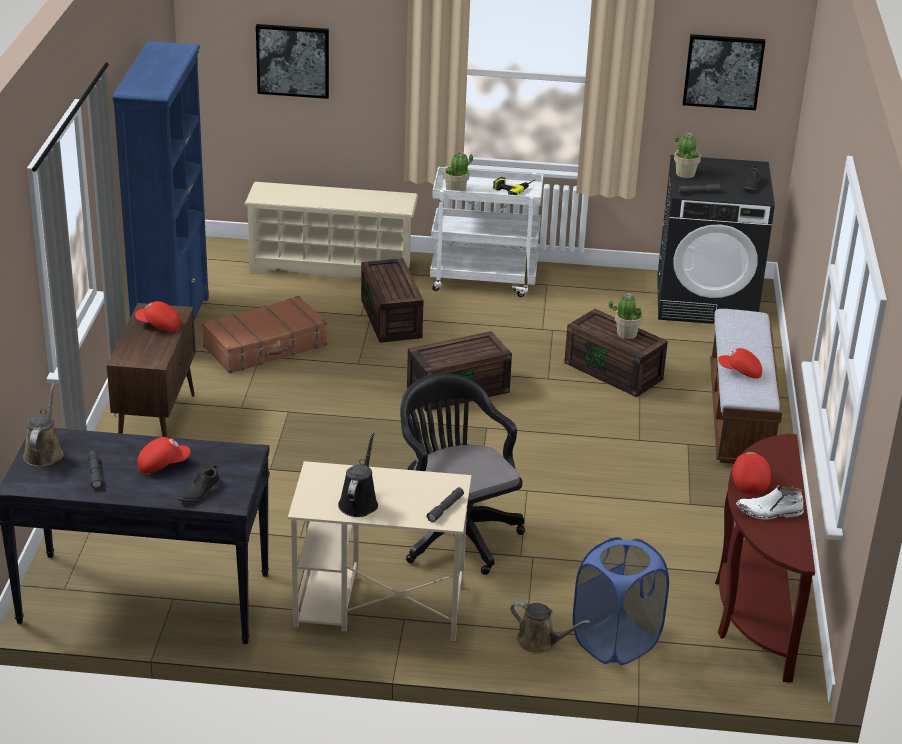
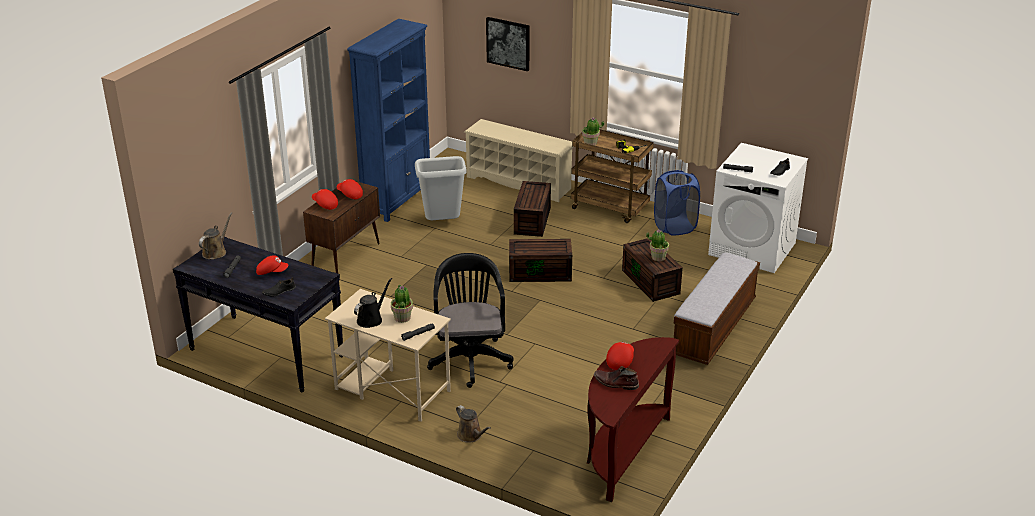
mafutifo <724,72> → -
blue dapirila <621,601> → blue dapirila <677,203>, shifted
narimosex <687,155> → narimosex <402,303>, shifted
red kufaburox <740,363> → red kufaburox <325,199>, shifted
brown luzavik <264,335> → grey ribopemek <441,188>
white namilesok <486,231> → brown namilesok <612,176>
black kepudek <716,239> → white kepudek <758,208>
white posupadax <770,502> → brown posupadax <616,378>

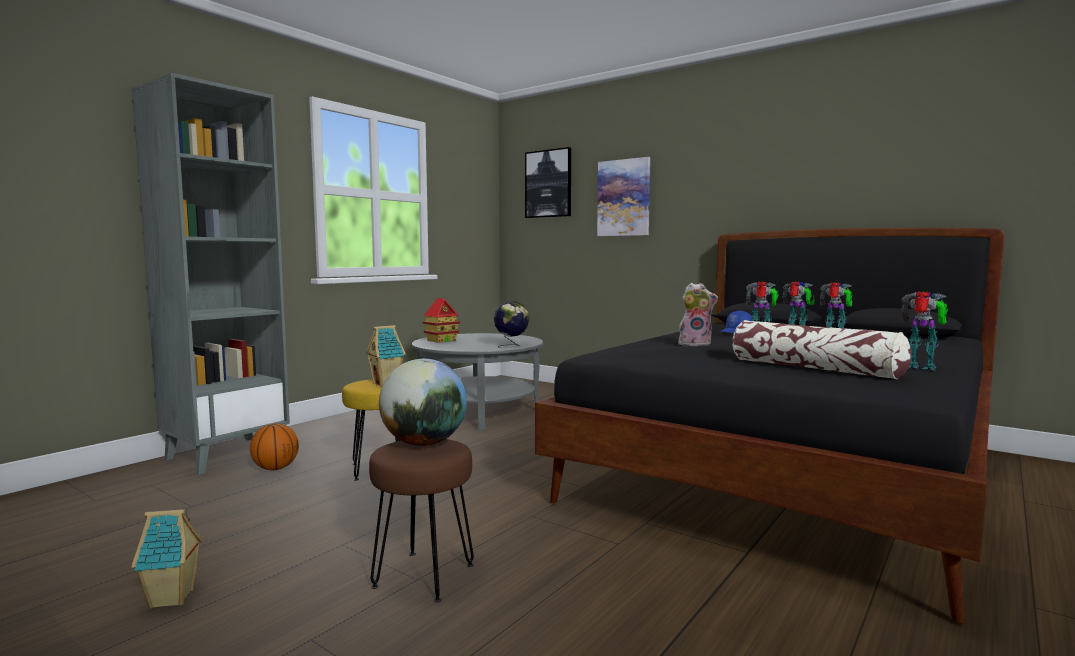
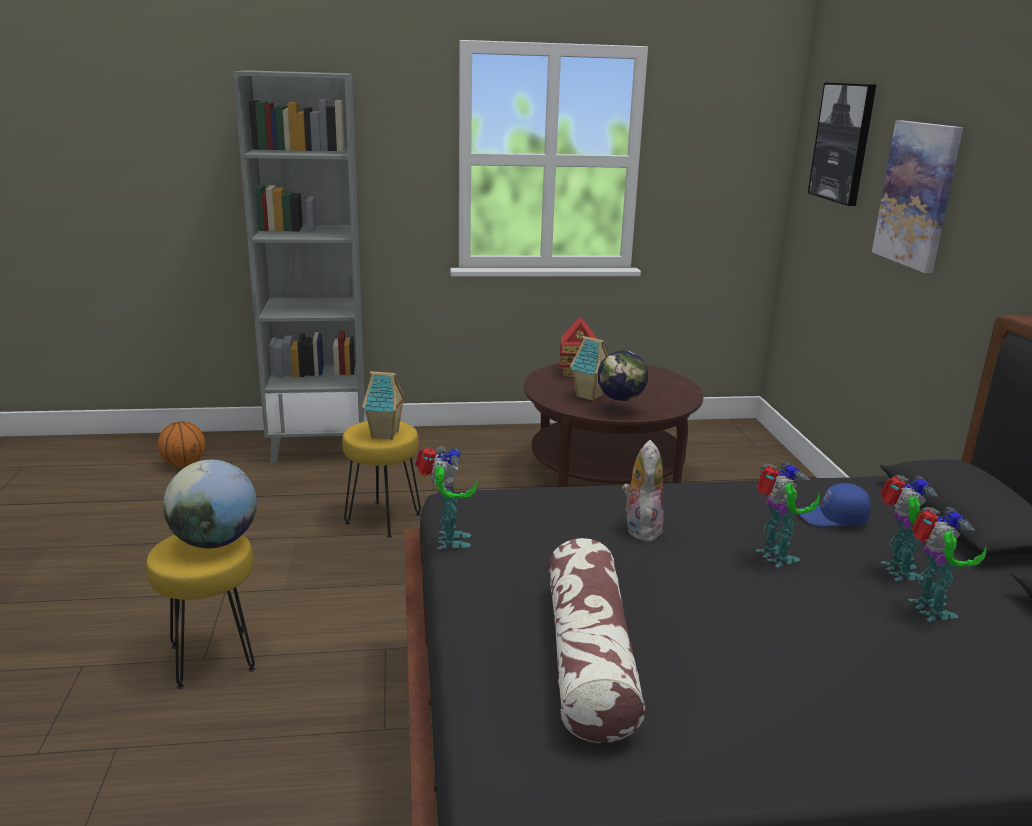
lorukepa <167,558> → lorukepa <589,368>, shifted
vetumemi <274,447> → vetumemi <181,444>, shifted
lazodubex <924,330> → lazodubex <446,497>, shifted
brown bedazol <421,520> → yellow bedazol <201,612>
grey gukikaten <477,381> → brown gukikaten <613,425>
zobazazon <698,314> → zobazazon <643,491>, 135 degrees counterclockwise

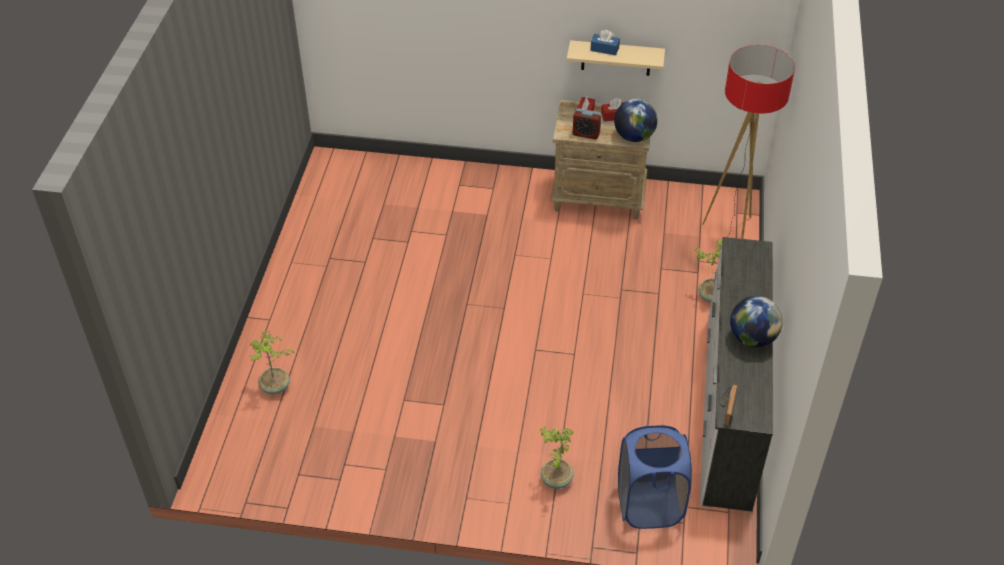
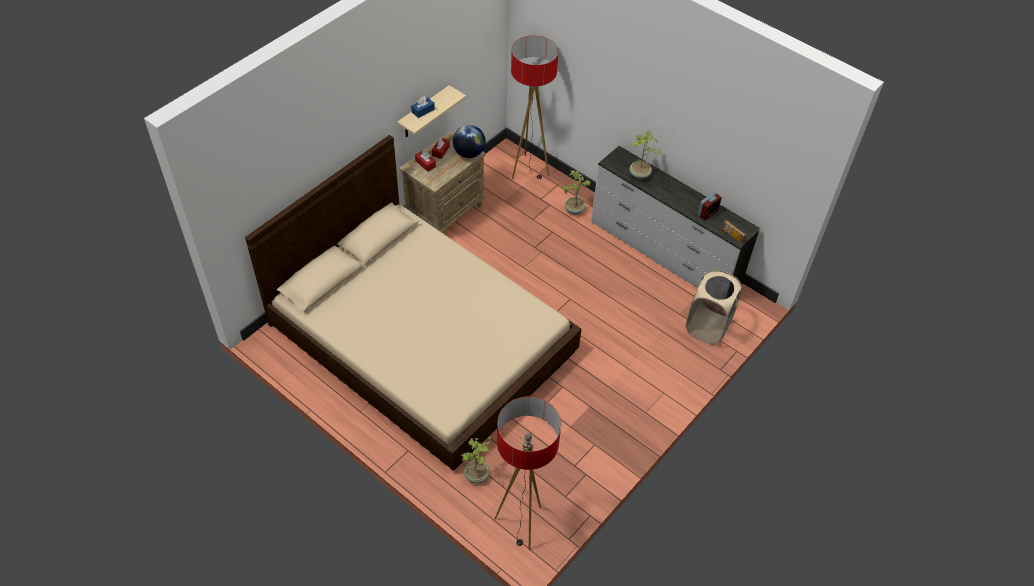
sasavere <756,321> → -
- → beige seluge <413,302>
- → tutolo <528,473>
narimosex <557,458> → narimosex <645,154>, shifted
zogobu <587,124> → zogobu <709,206>, shifted
blue dapirila <655,477> → beige dapirila <714,307>

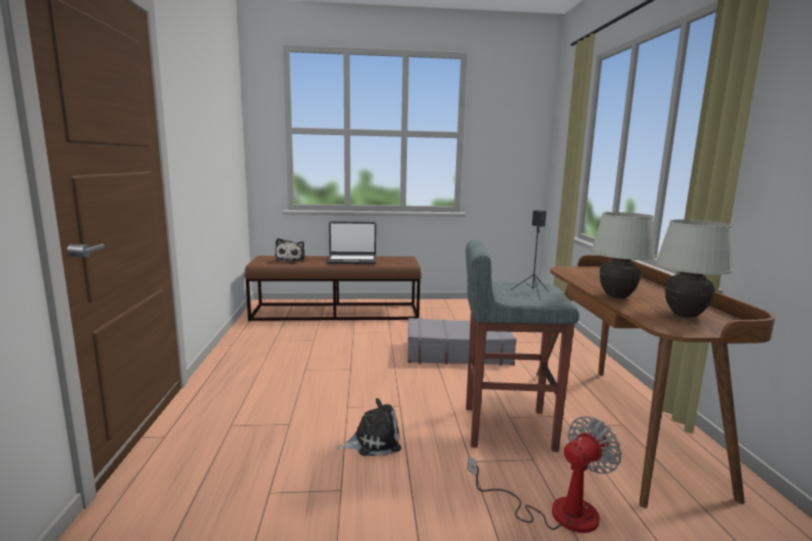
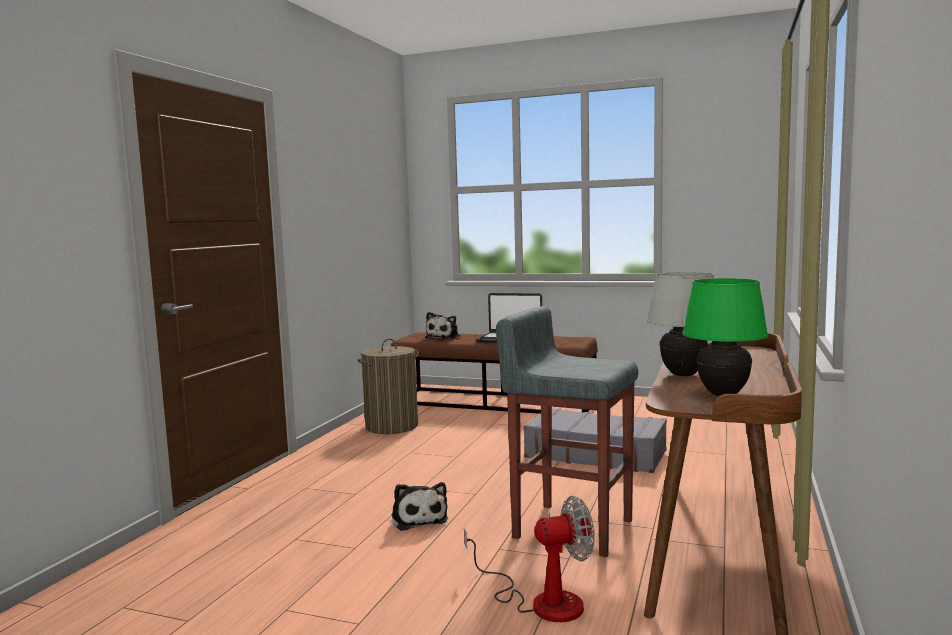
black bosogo <529,255> → -
- → dapirila <388,386>
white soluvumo <694,268> → green soluvumo <725,337>
zobazazon <369,427> → zobazazon <420,506>, 60 degrees clockwise

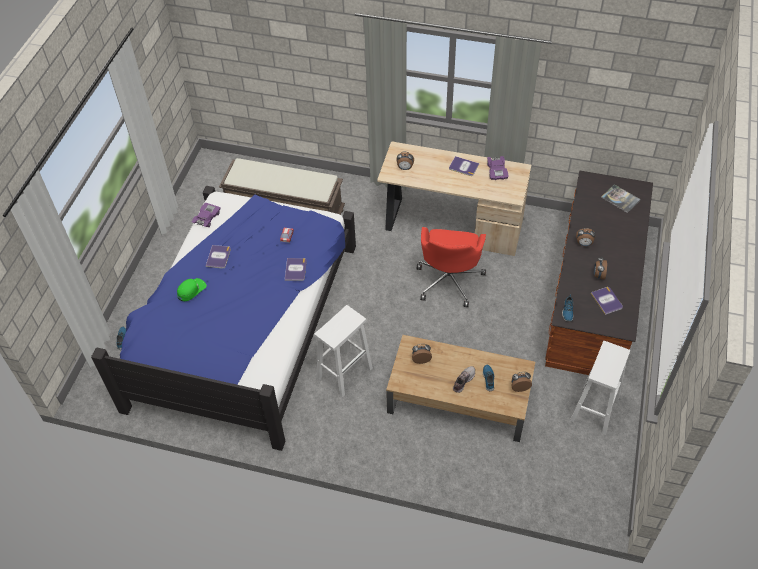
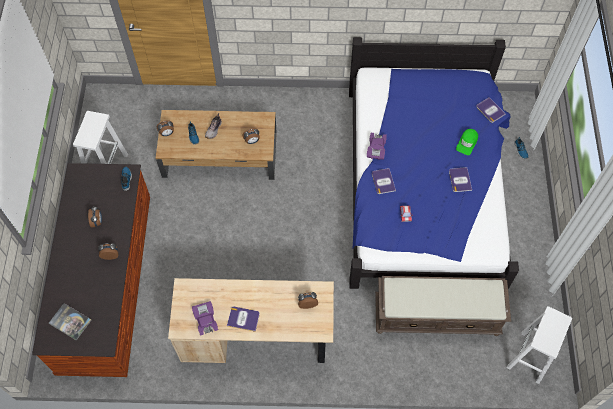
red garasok <451,267> → -
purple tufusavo <206,215> → purple tufusavo <377,146>, shifted
white bedazol <343,351> → white bedazol <539,345>, shifted
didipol <607,301> → didipol <490,110>, shifted

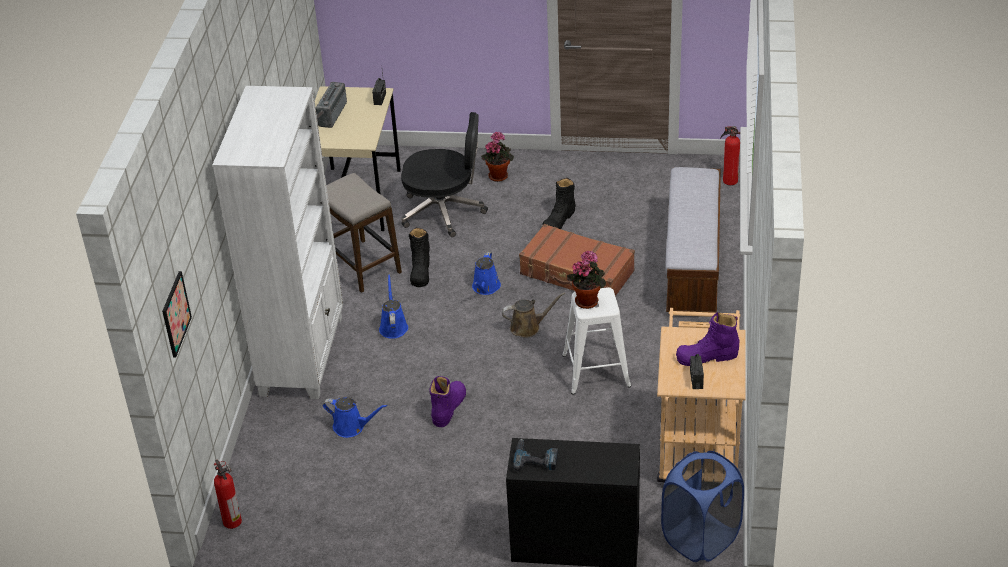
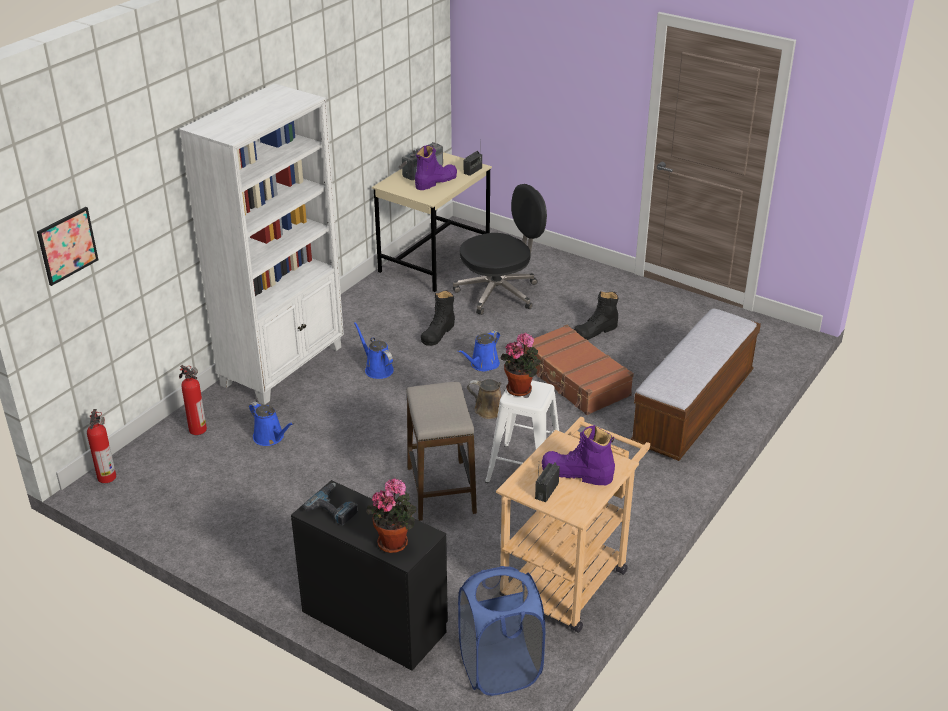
bedazol <364,233> → bedazol <441,451>, shifted
purple posupadax <447,401> → purple posupadax <436,167>, shifted
narimosex <497,157> → narimosex <391,515>, shifted
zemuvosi <730,155> → zemuvosi <193,400>, shifted
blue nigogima <393,306> → blue nigogima <374,350>, 60 degrees counterclockwise
black garasok <444,174> → black garasok <500,249>, 60 degrees counterclockwise

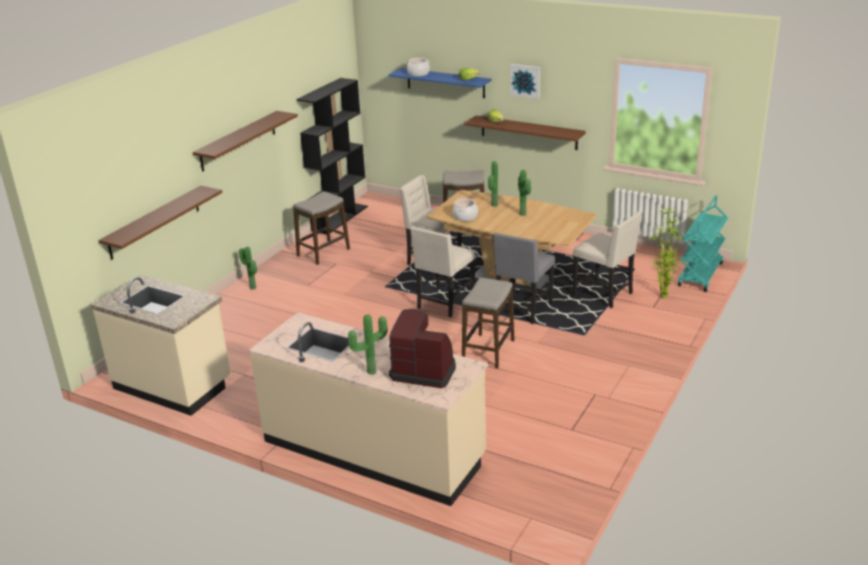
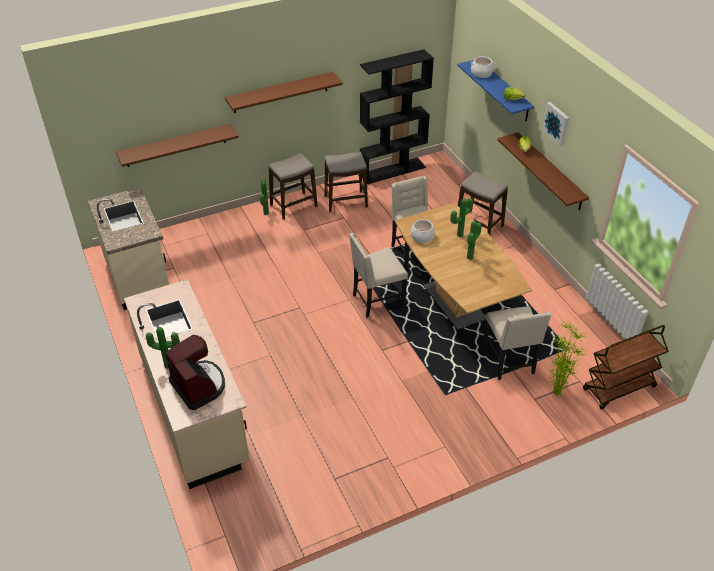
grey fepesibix <524,278> → -
bedazol <488,323> → bedazol <293,186>, shifted
turquoise namilesok <703,243> → brown namilesok <626,367>

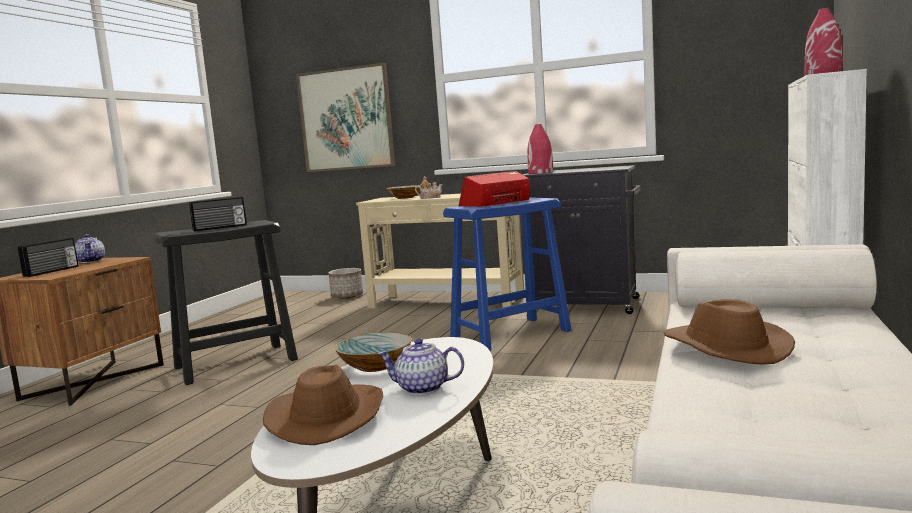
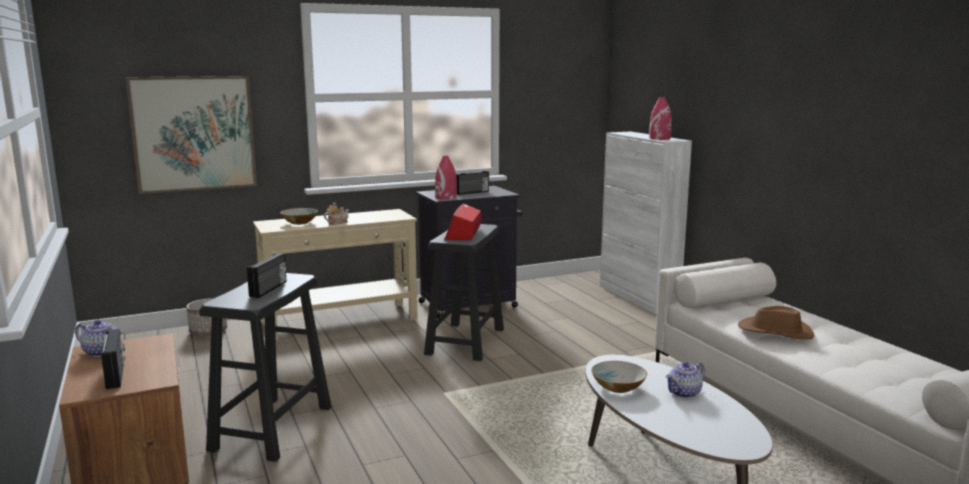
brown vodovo <323,405> → -
- → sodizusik <472,183>
blue bedazol <507,274> → black bedazol <464,292>

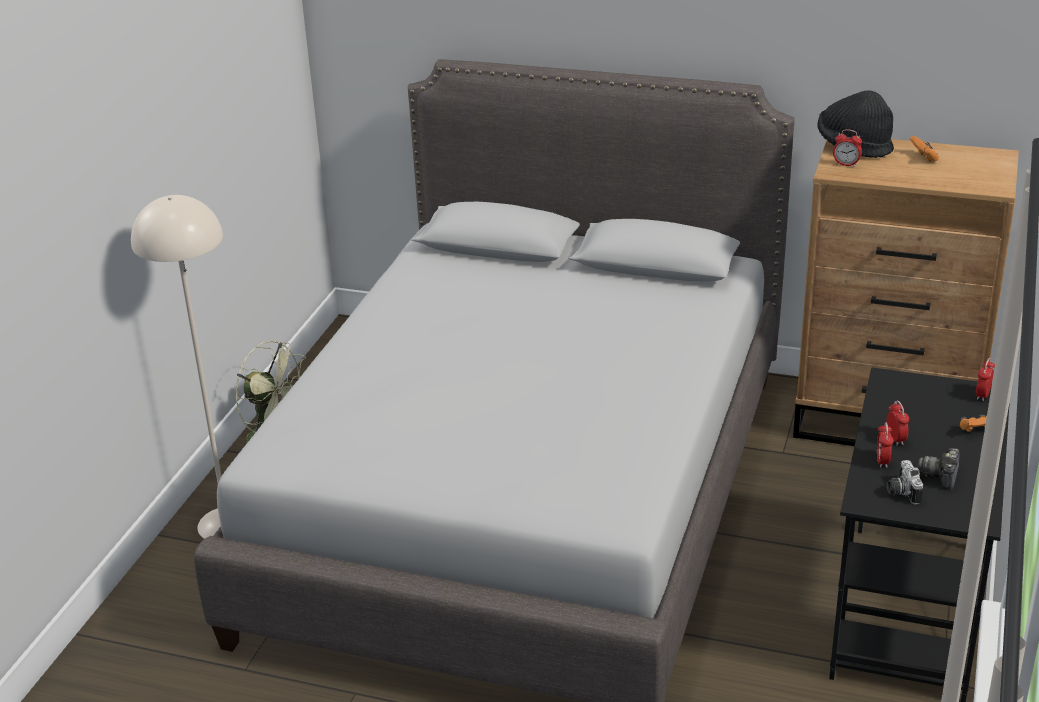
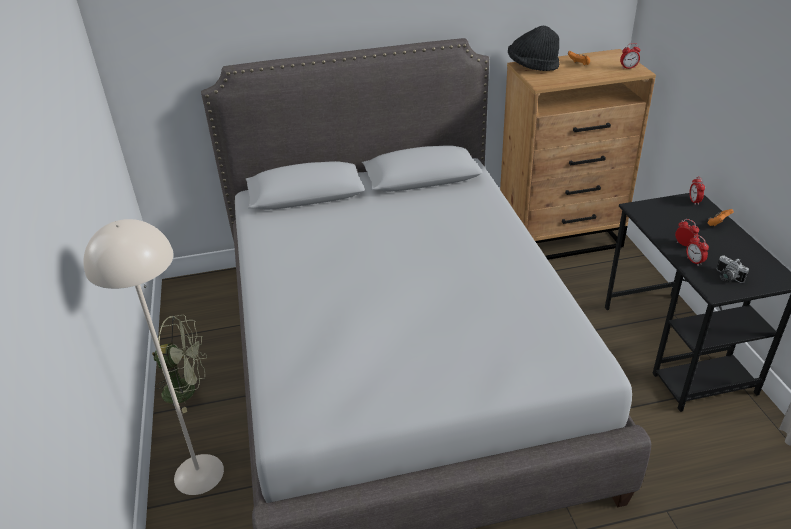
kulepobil <939,468> → -
zogobu <847,148> → zogobu <630,56>, shifted

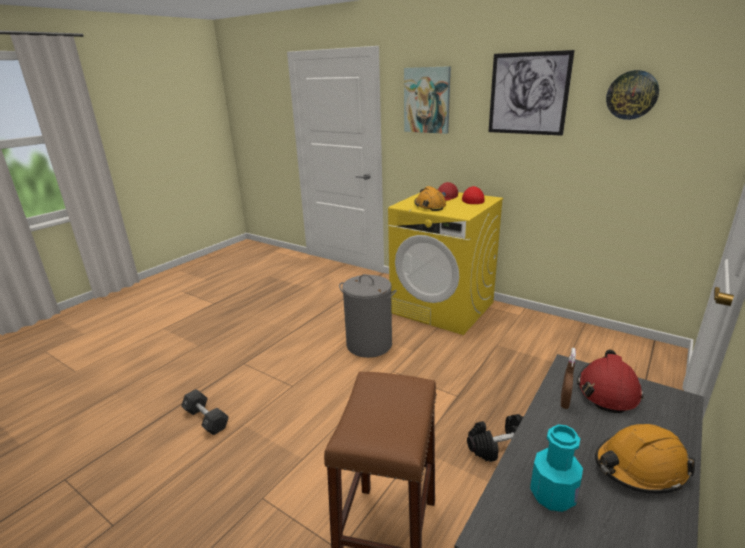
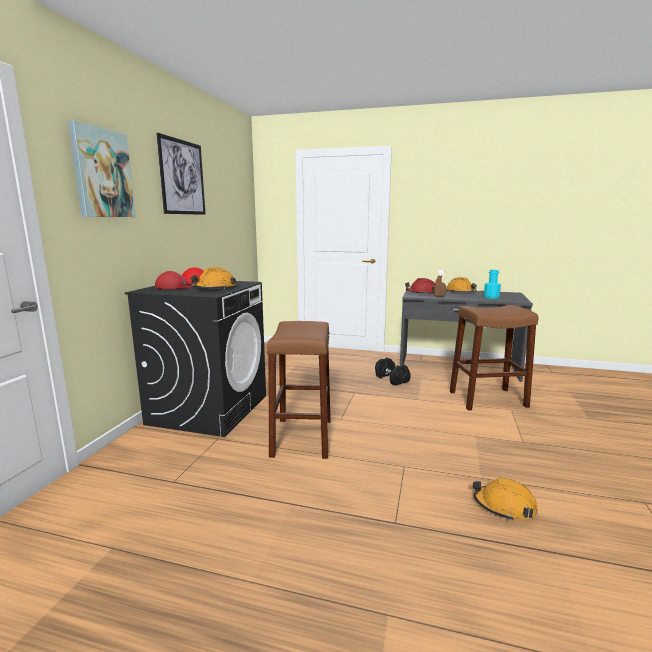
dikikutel <632,95> → -
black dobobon <205,412> → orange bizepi <505,499>
grey dapirila <368,316> → brown bedazol <299,390>
yellow kepudek <445,263> → black kepudek <195,359>

